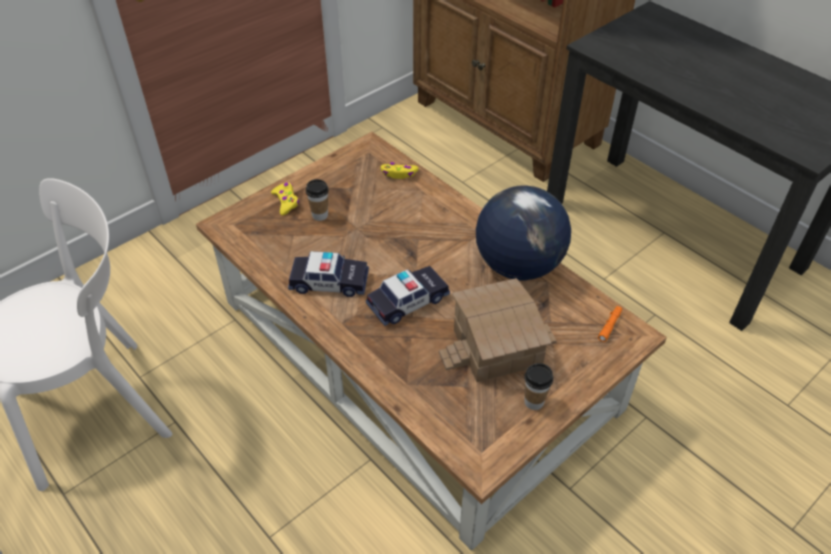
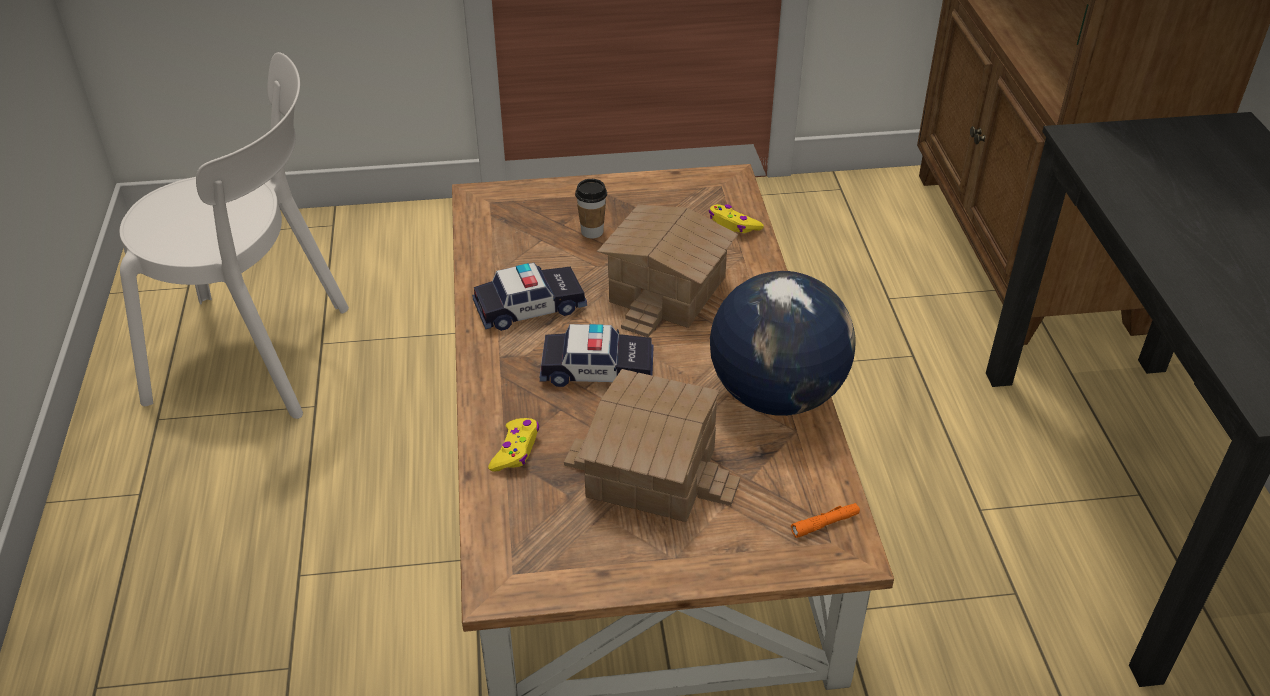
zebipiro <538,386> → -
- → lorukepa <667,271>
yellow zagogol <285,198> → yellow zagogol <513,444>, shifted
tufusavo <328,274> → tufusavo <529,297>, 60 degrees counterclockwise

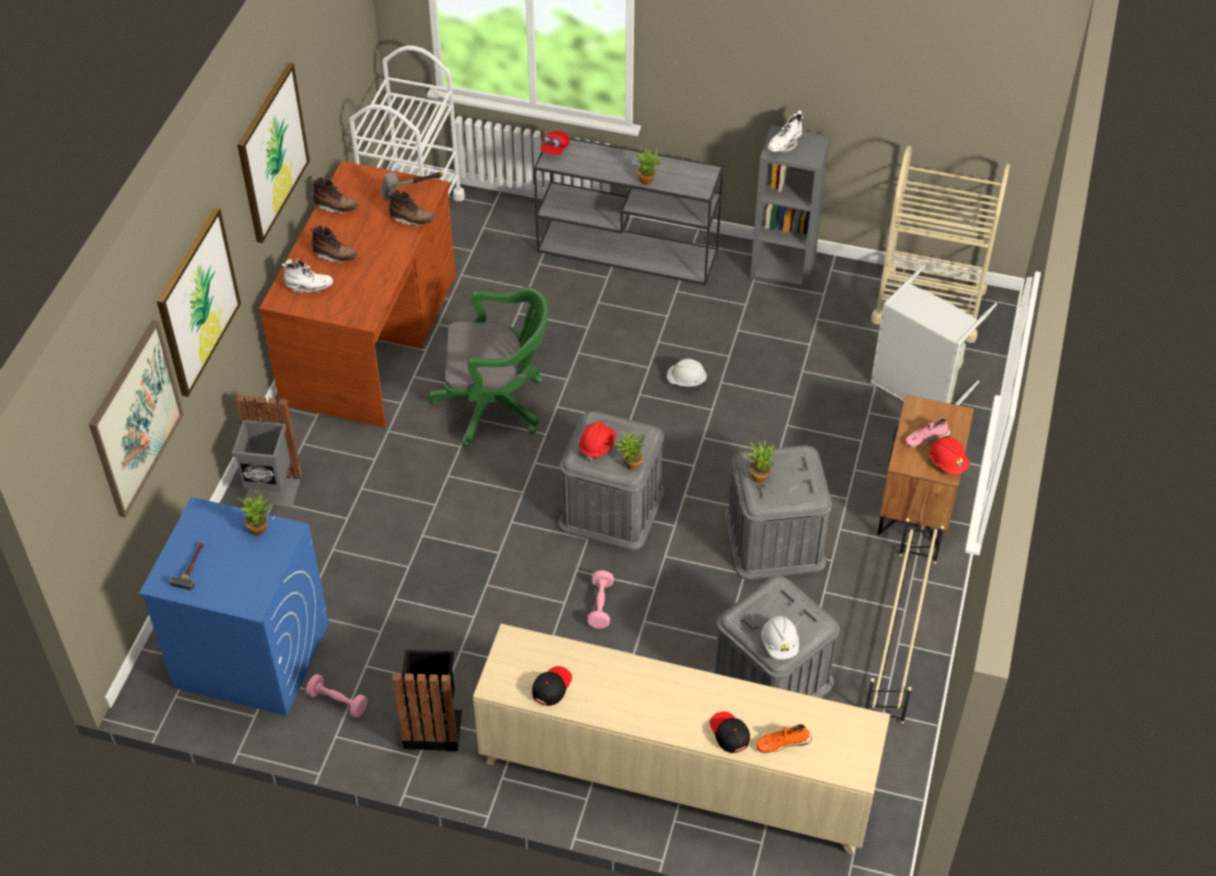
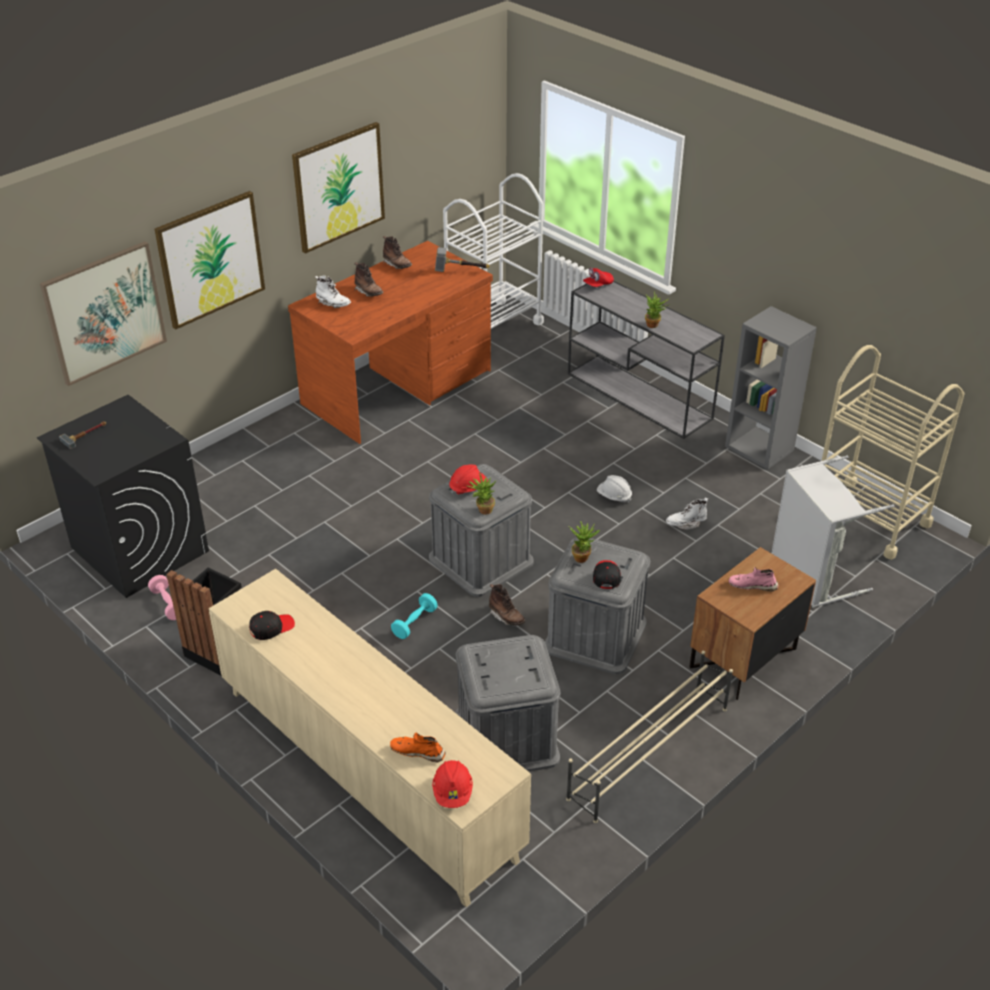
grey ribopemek <267,451> → -
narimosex <256,513> → -
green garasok <489,367> → -
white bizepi <780,638> → -
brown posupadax <411,208> → brown posupadax <507,604>, shifted
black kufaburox <730,732> → black kufaburox <607,574>, shifted
white posupadax <785,131> → white posupadax <687,514>, shifted
red bizepi <949,455> → red bizepi <452,784>, shifted
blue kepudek <234,606> → black kepudek <123,496>
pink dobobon <600,599> → turquoise dobobon <414,616>

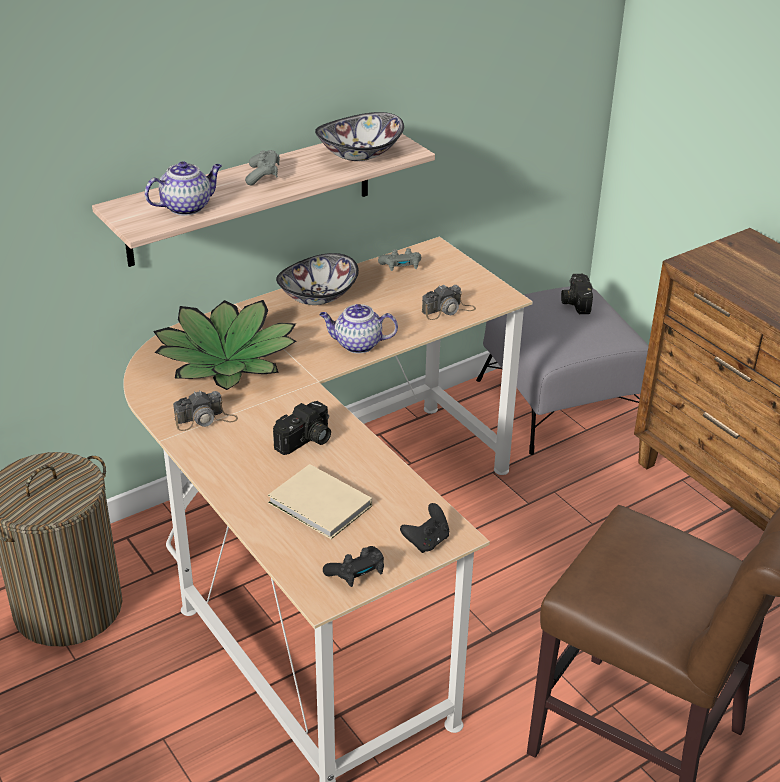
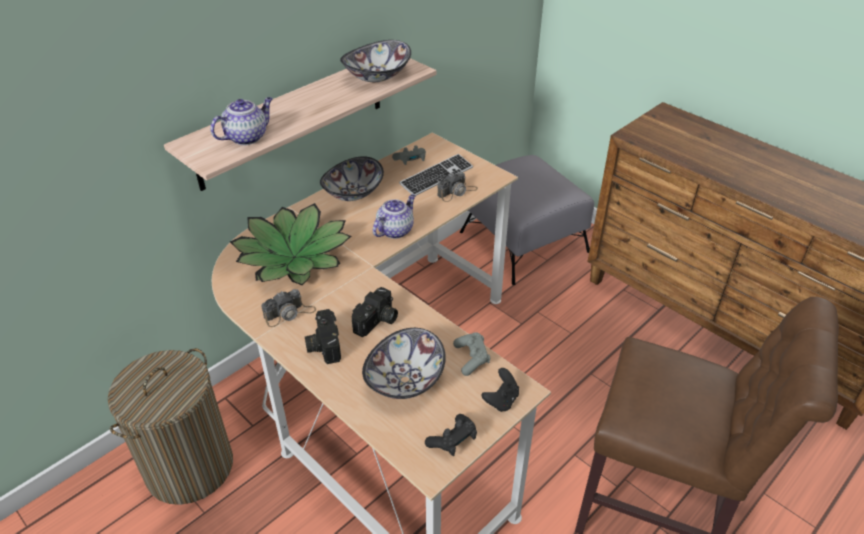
- → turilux <436,175>
grey zagogol <262,167> → grey zagogol <471,354>, shifted
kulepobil <577,294> → kulepobil <323,336>, shifted
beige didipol <320,501> → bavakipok <404,363>
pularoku <358,328> → pularoku <394,216>, 135 degrees clockwise

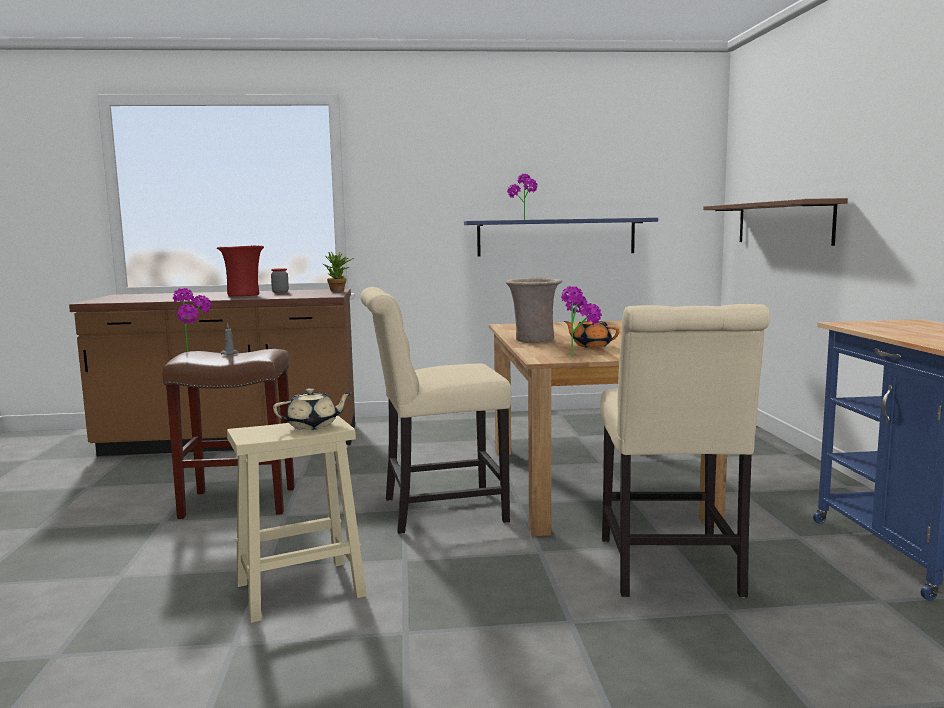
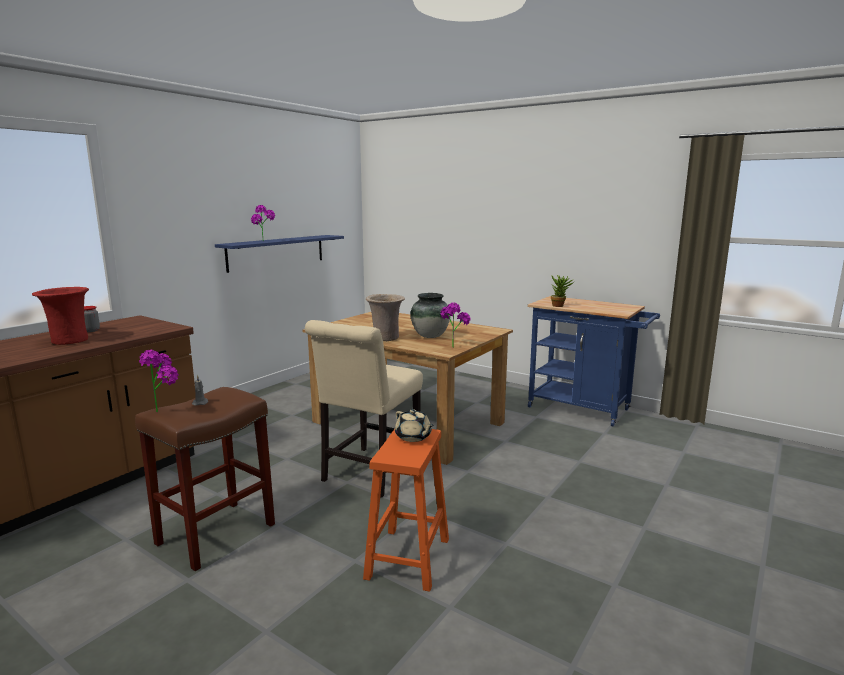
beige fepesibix <685,451> → -
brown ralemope <775,222> → -
narimosex <338,271> → narimosex <562,291>, shifted
orange pularoku <591,334> → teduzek <430,315>
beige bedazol <297,519> → orange bedazol <406,510>
beige pularoku <312,409> → beige pularoku <414,425>, 120 degrees clockwise

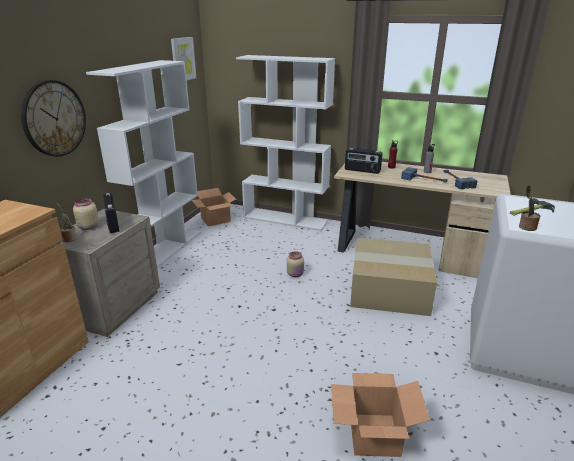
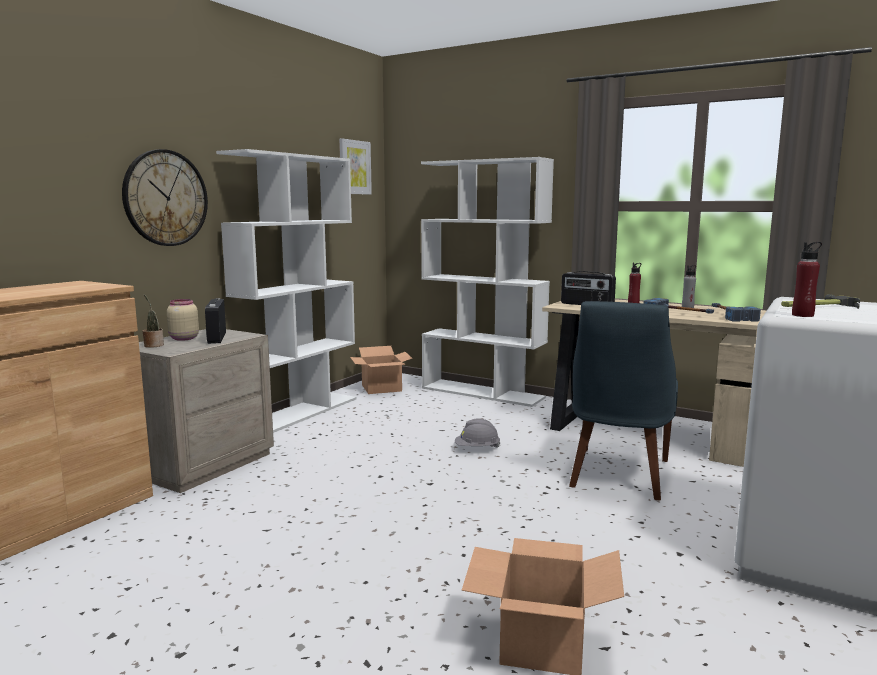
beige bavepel <295,264> → grey bizepi <478,433>
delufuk <393,277> → blue fepesibix <623,400>
narimosex <529,208> → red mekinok <807,279>

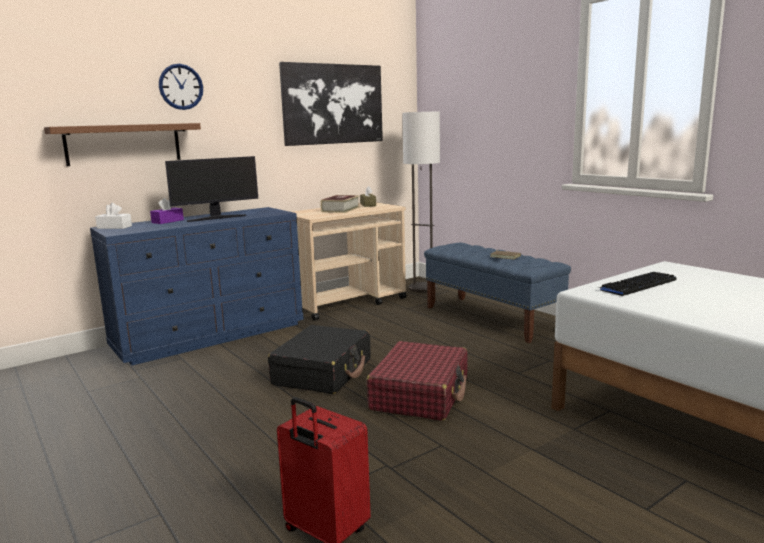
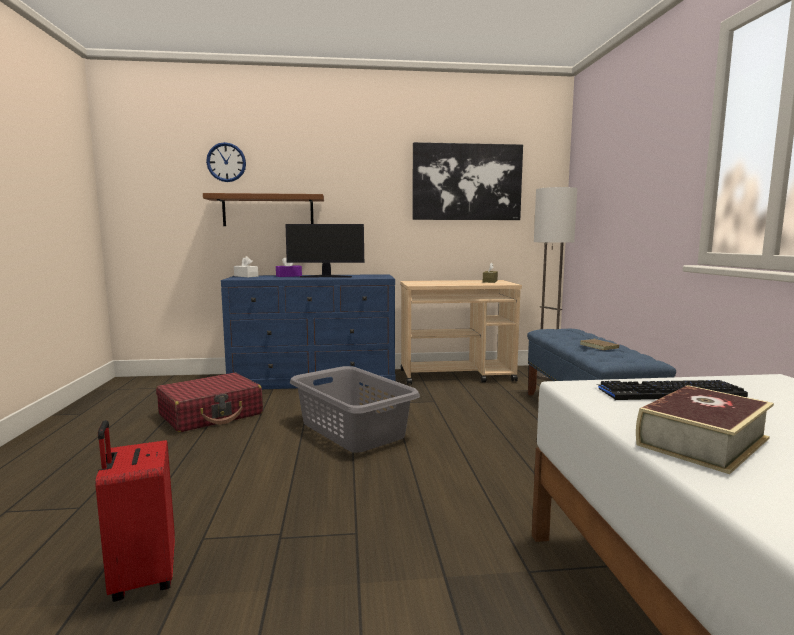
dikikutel <181,87> → dikikutel <226,162>, shifted
didipol <340,204> → didipol <705,429>, shifted
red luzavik <417,381> → red luzavik <209,402>, shifted
black luzavik <319,359> → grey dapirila <355,409>

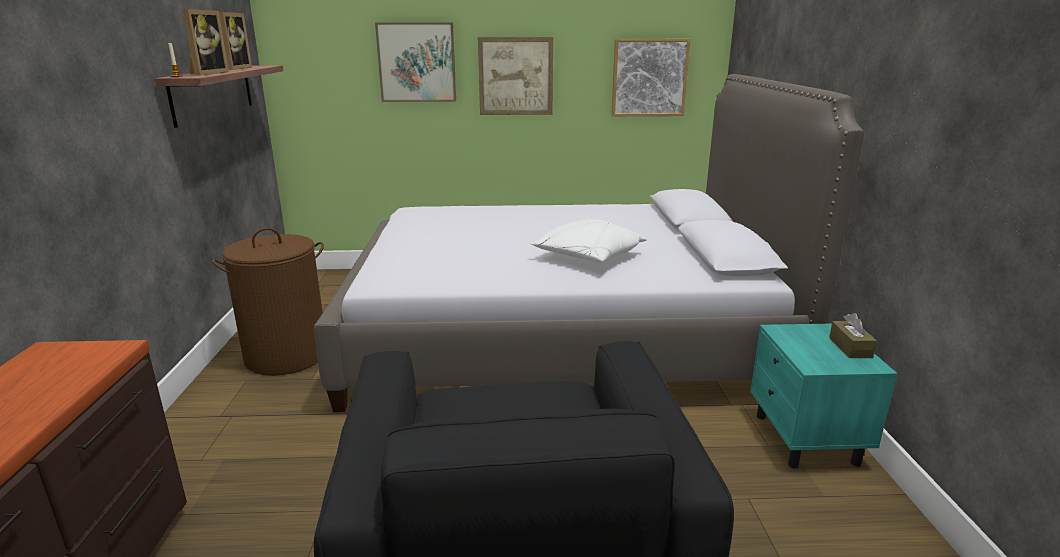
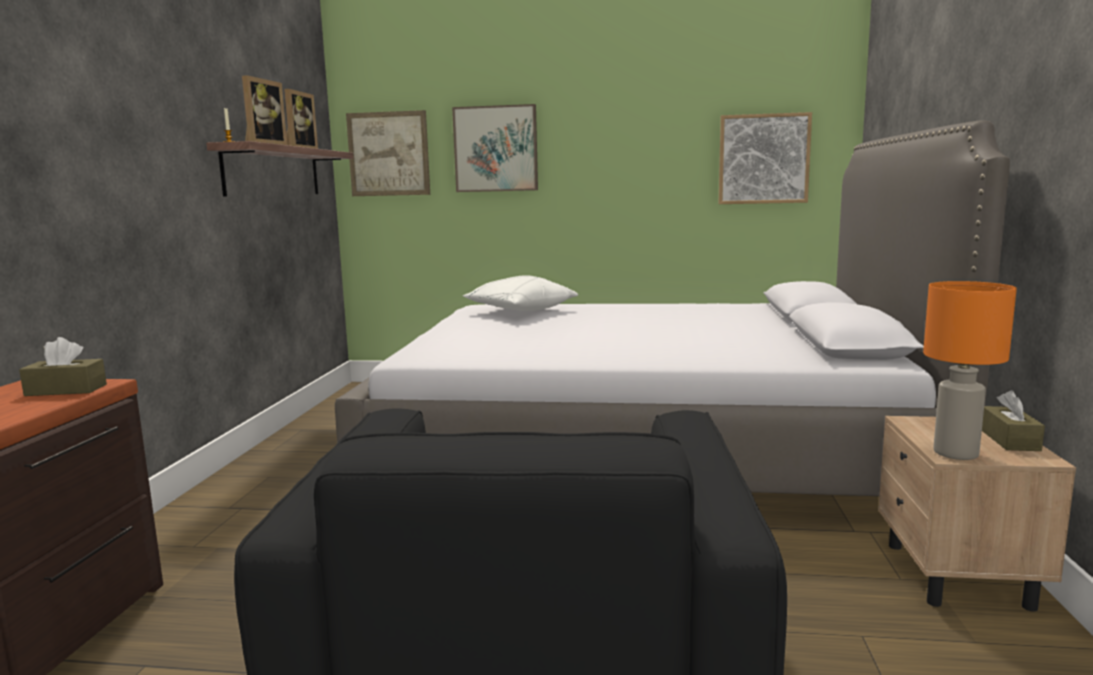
brown dapirila <268,302> → -
- → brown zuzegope <63,366>
- → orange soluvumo <970,370>
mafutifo <515,76> → mafutifo <388,153>, shifted
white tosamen <588,240> → white tosamen <520,293>, shifted
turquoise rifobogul <823,396> → beige rifobogul <977,514>

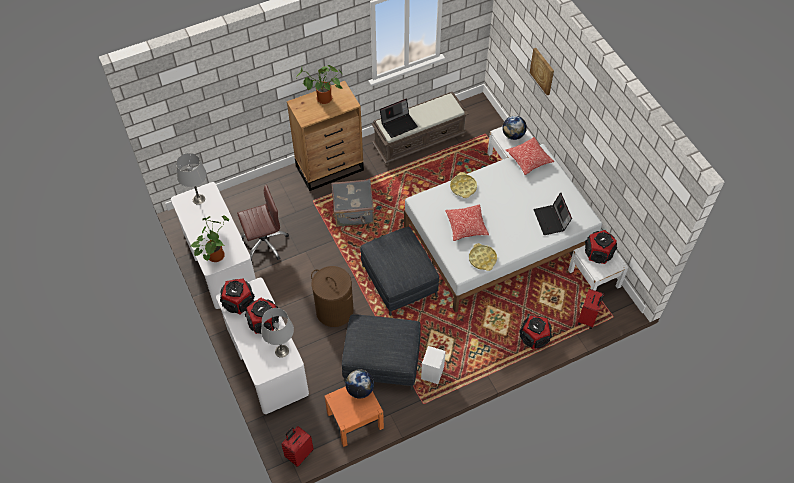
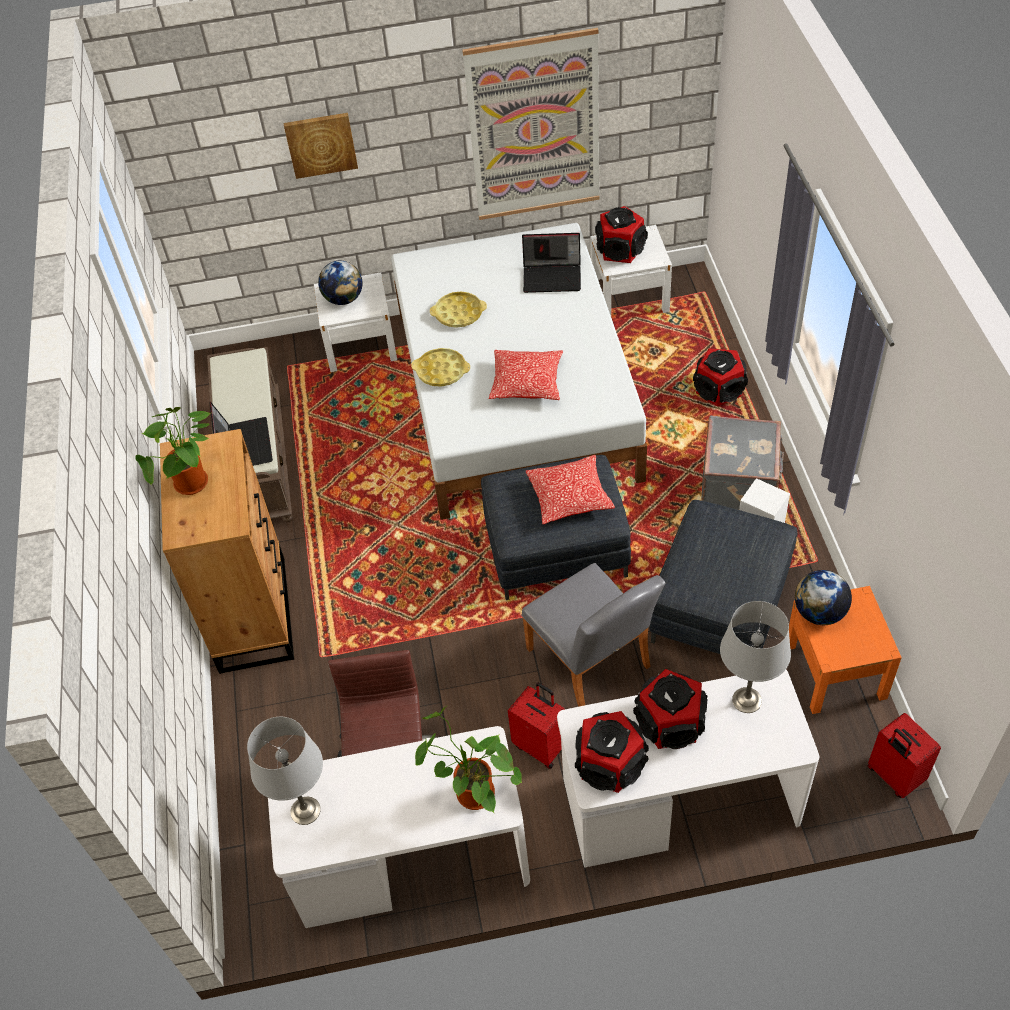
- → mafutifo <531,124>
grey luzavik <352,203> → grey luzavik <742,463>, shifted
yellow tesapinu <483,257> → yellow tesapinu <458,309>, shifted
tosamen <530,156> → tosamen <570,489>, shifted
red luzavik <591,309> → red luzavik <536,726>, shifted
brown dapirila <332,296> → grey fepesibix <593,635>

